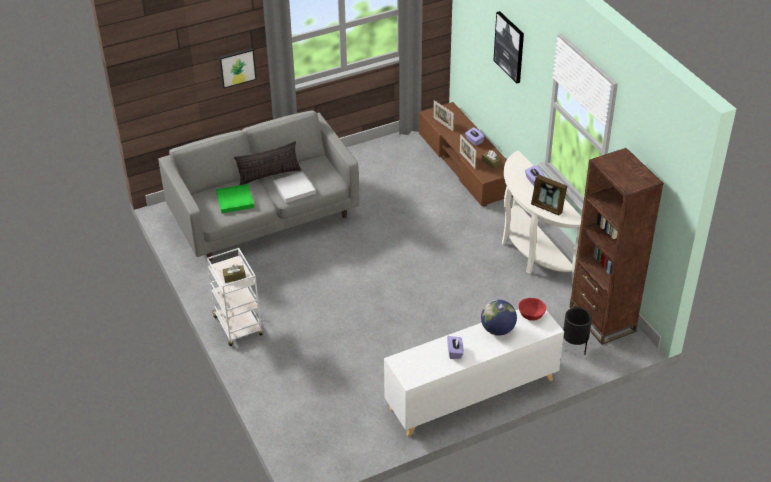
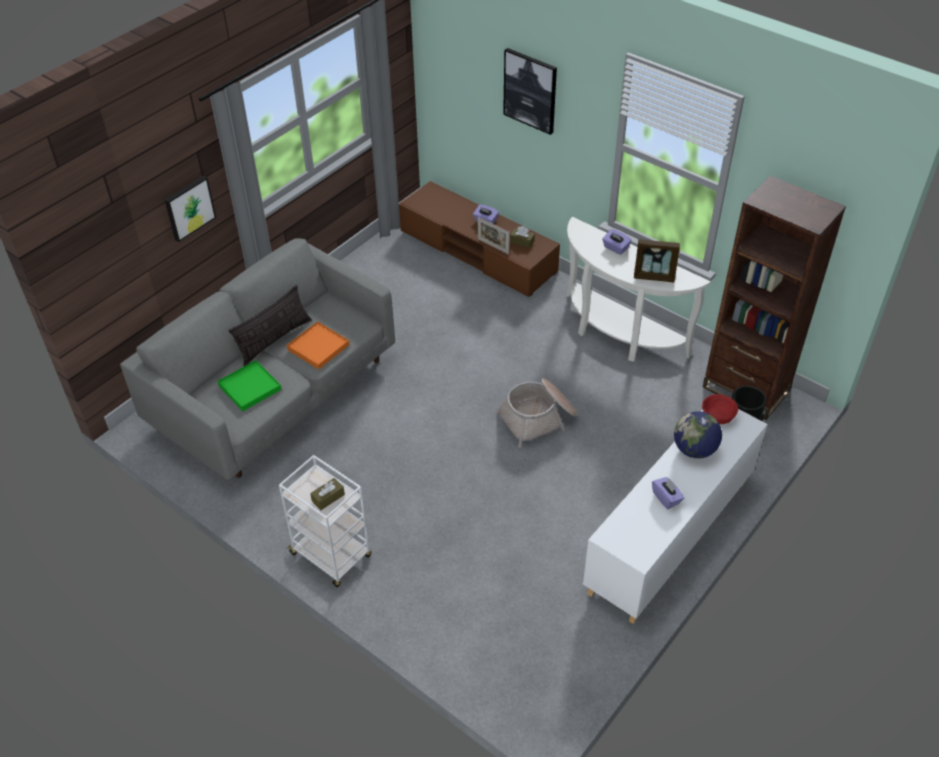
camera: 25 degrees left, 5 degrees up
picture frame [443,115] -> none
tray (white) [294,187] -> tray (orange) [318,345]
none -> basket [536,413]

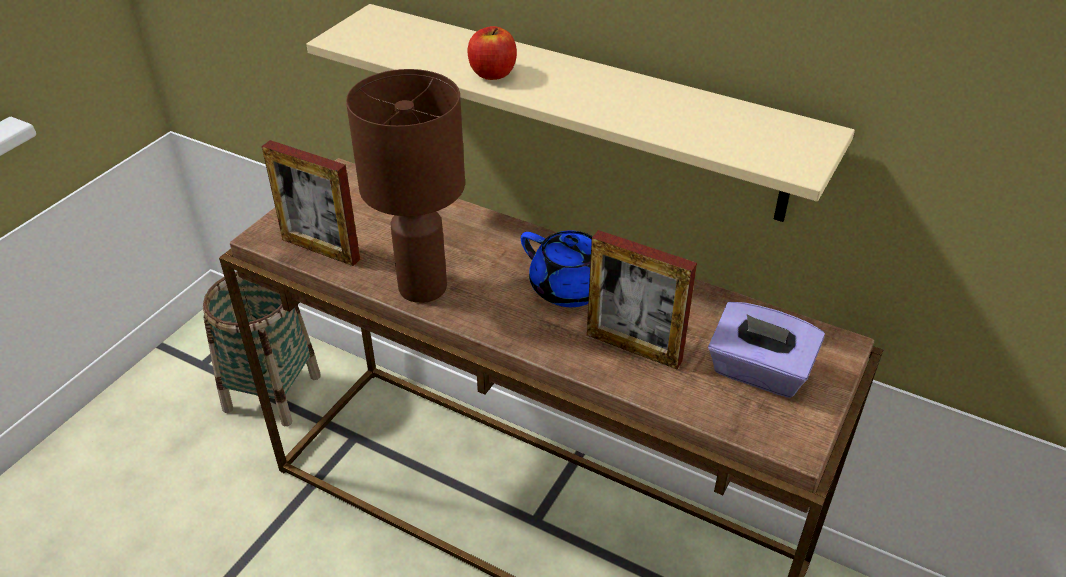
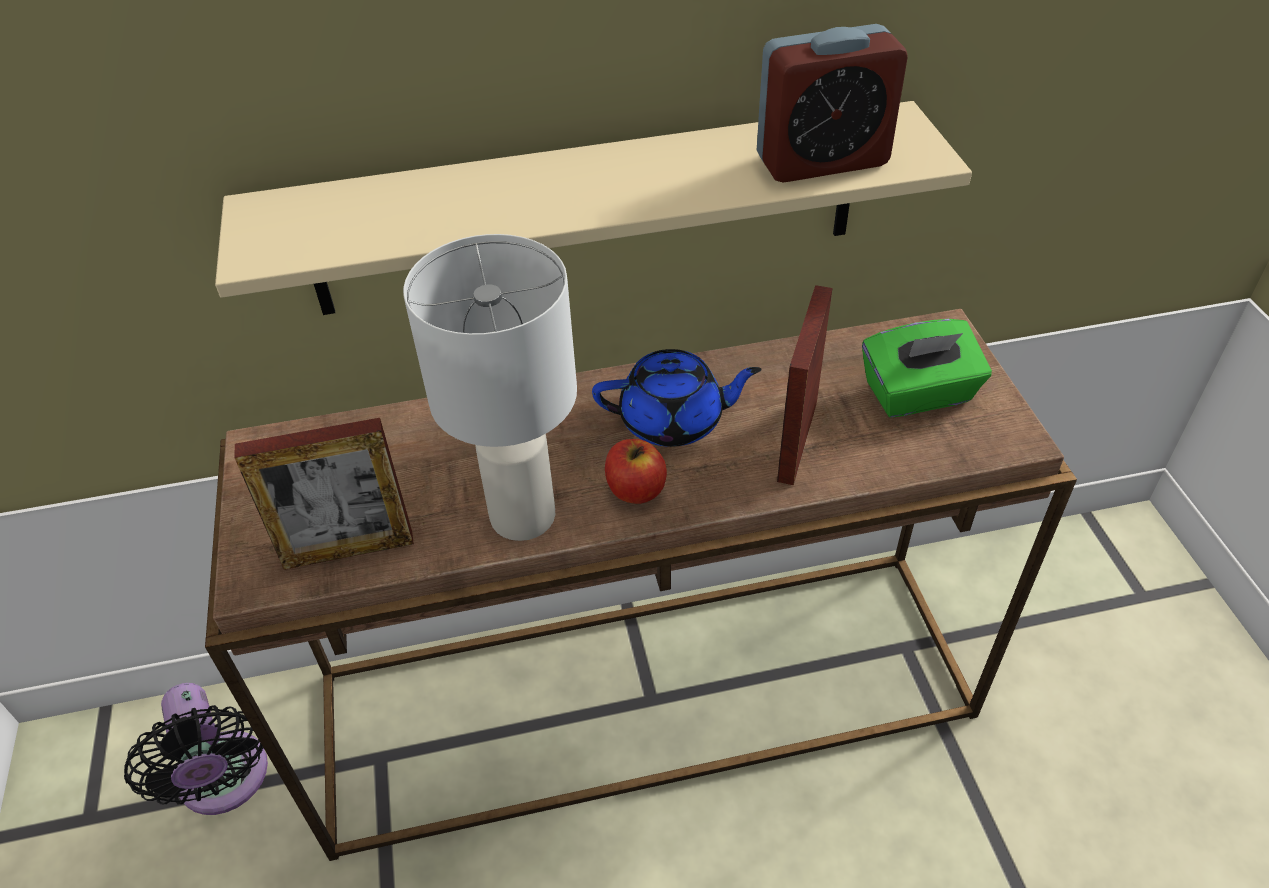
camera: 40 degrees left, 5 degrees up
apple [492,53] -> apple [636,471], moved
table lamp (brown) [405,186] -> table lamp (white) [490,387]
picture frame [642,299] -> picture frame [805,385], 120 degrees clockwise
basket [262,349] -> fan (black) [196,749]
tissue box (purple) [766,350] -> tissue box (green) [927,368]
none -> alarm clock [832,103]

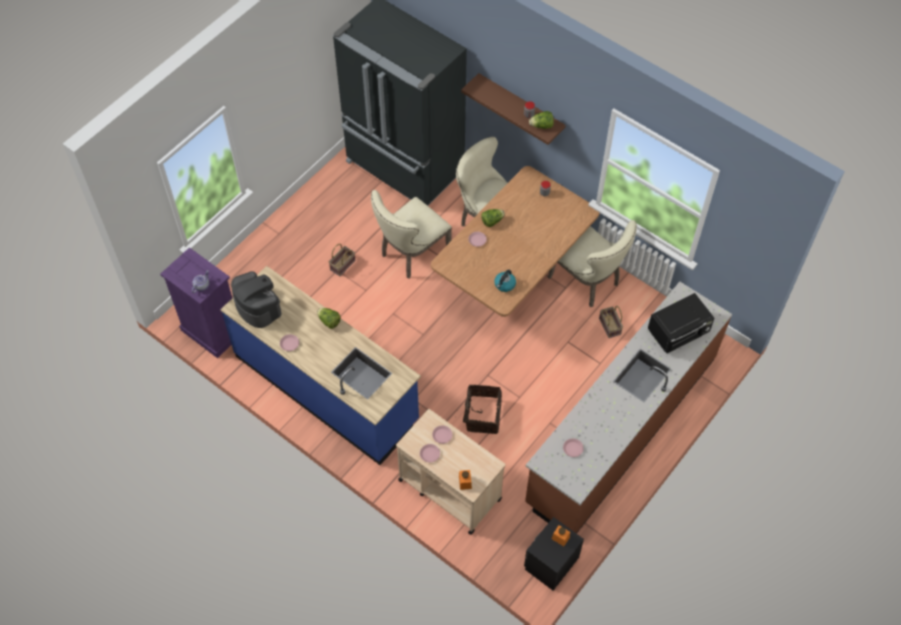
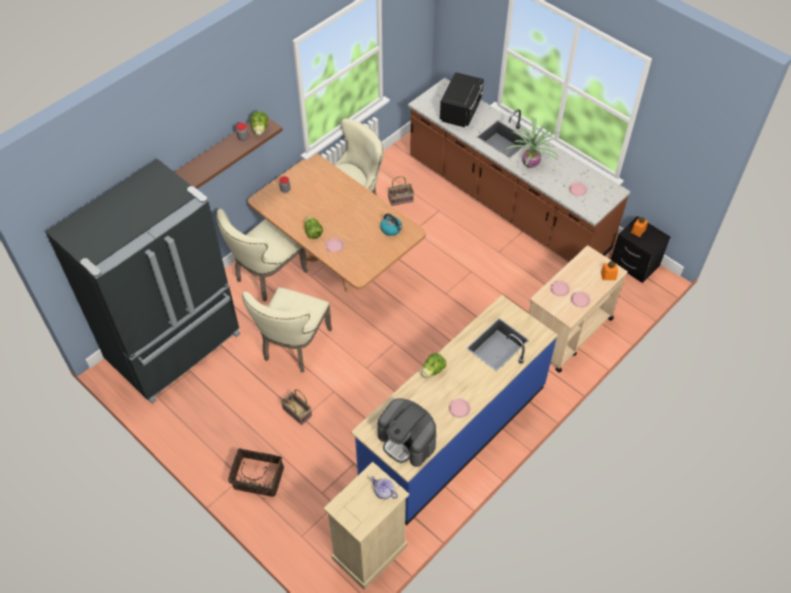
camera: 85 degrees left, 5 degrees down
chair (beige) [411,234] -> chair (beige) [287,330], 60 degrees clockwise
dresser (purple) [196,302] -> dresser (beige) [366,526]
coffee machine [256,299] -> coffee machine [407,432], 105 degrees counterclockwise
microwave (black) [681,323] -> microwave (black) [462,99], 45 degrees clockwise
basket [482,409] -> basket [256,472], moved
none -> potted plant [533,142]

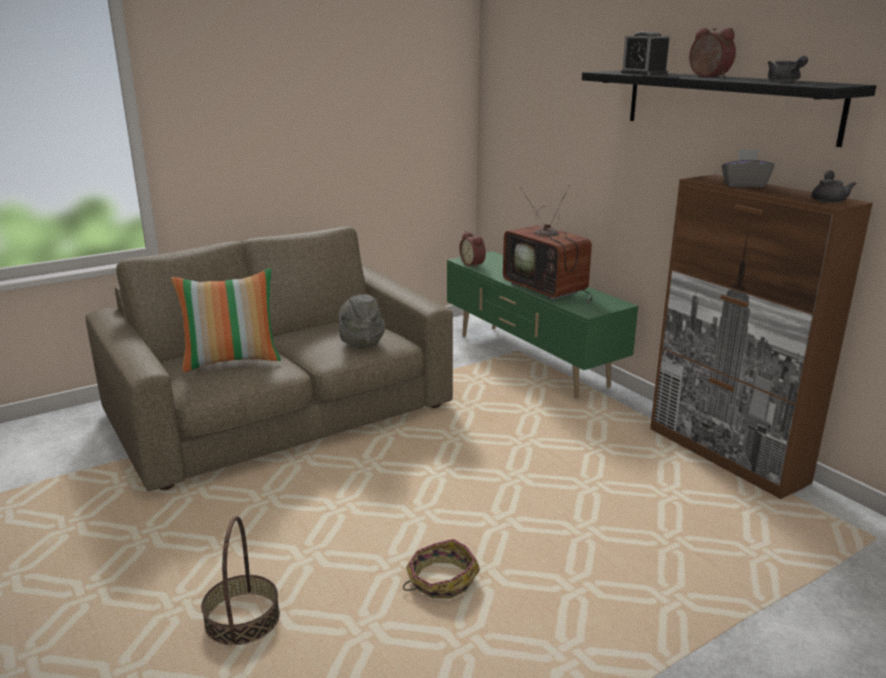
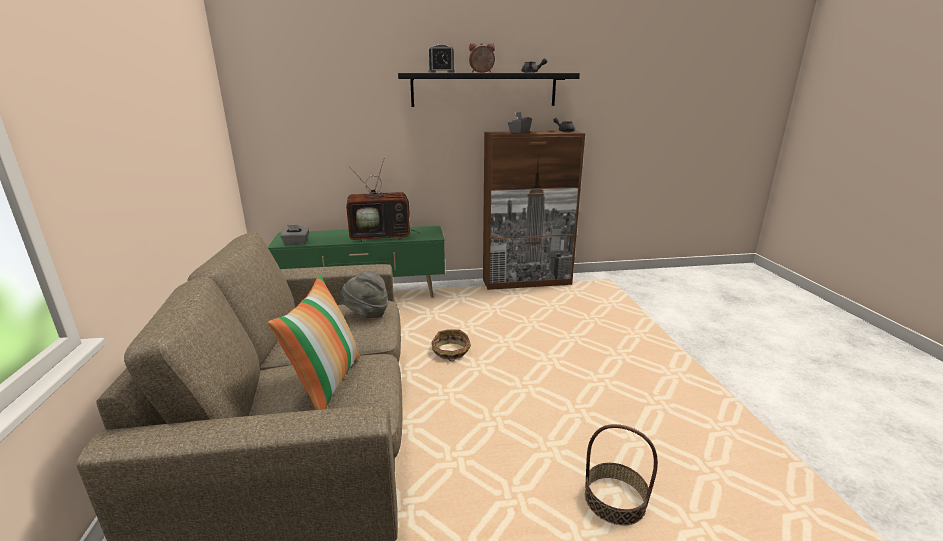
camera: 65 degrees left, 0 degrees up
alarm clock [472,249] -> tissue box (grey) [294,235]
basket [441,568] -> basket [451,345], moved

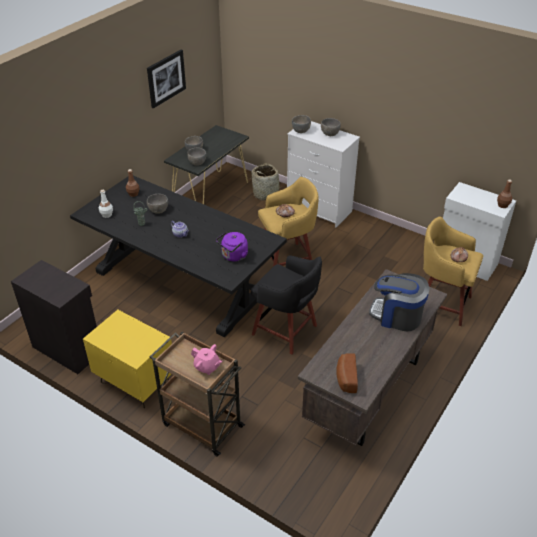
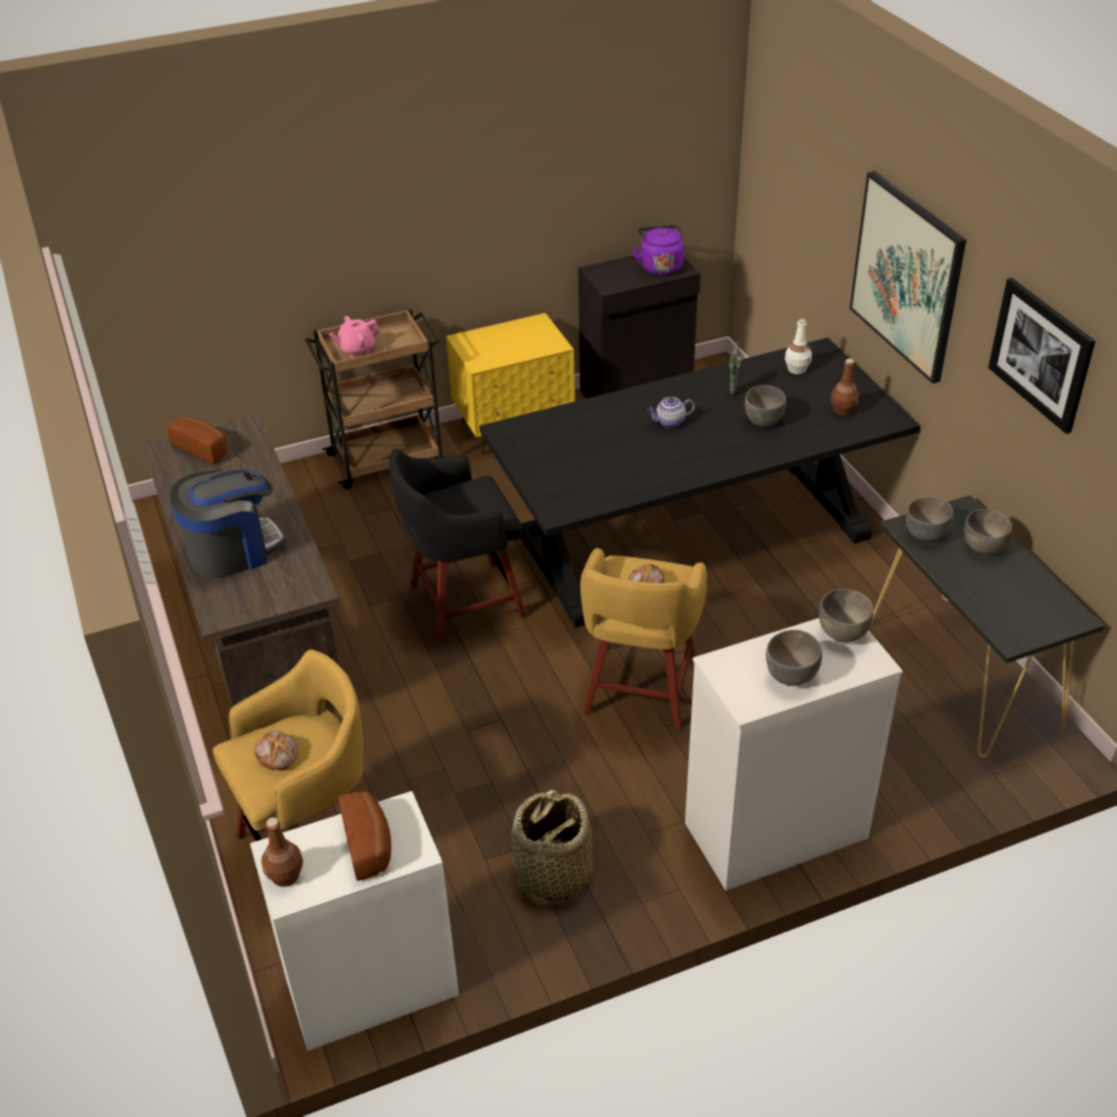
camera: 125 degrees right, 0 degrees up
basket [267,181] -> basket [552,847], moved
kettle (purple) [232,247] -> kettle (purple) [658,250], moved
none -> picture [908,277]
none -> bread [365,836]

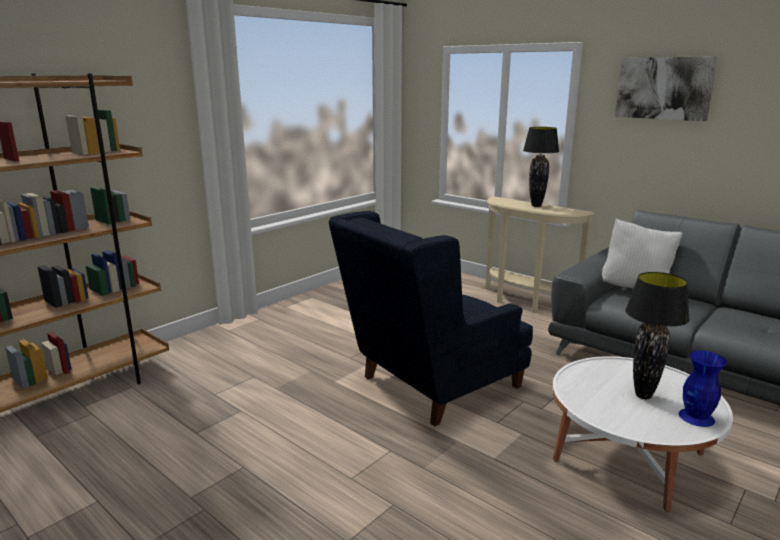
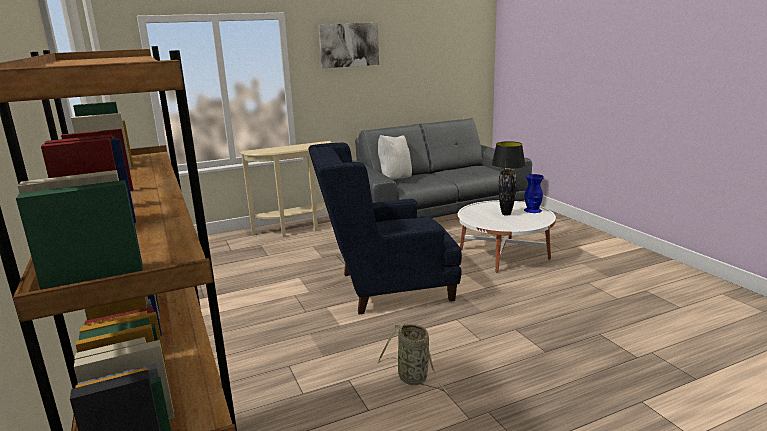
camera: 65 degrees left, 0 degrees up
table lamp (black) [541,167] -> none
armchair (blue) [431,318] -> armchair (blue) [385,228], 90 degrees clockwise
none -> basket [414,359]

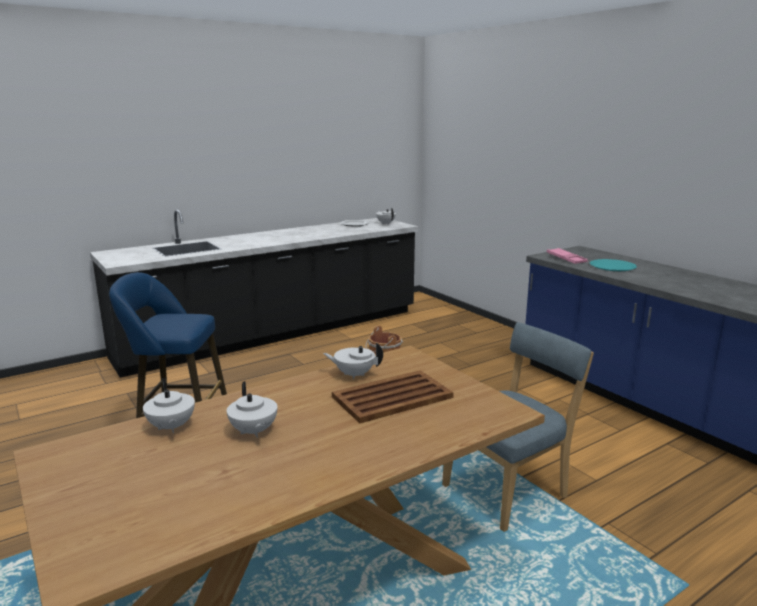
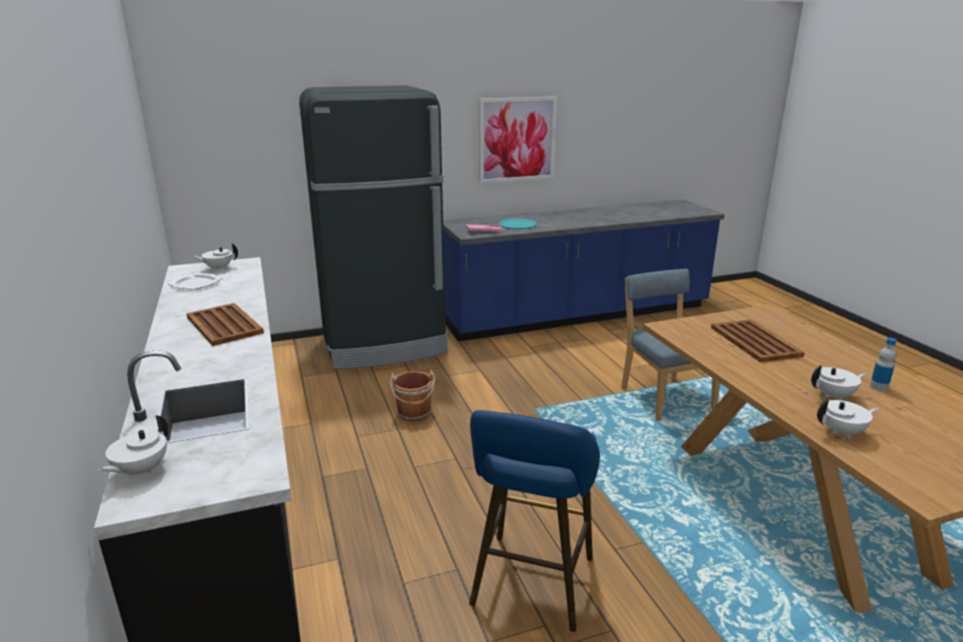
camera: 75 degrees left, 5 degrees up
teapot (white) [353,360] -> teapot (white) [133,447], moved
none -> fridge (black) [373,227]
none -> picture [518,140]
none -> tray (brown) [225,324]
none -> bottle [883,364]

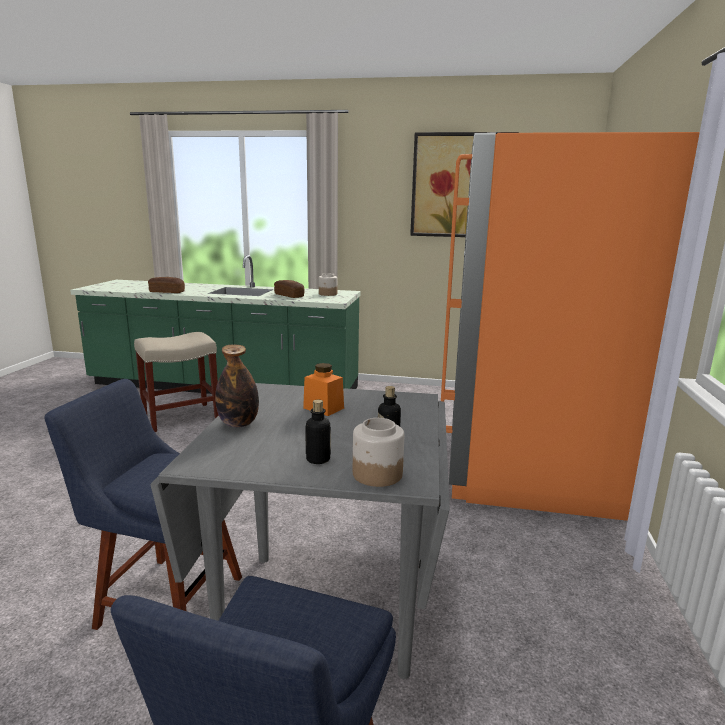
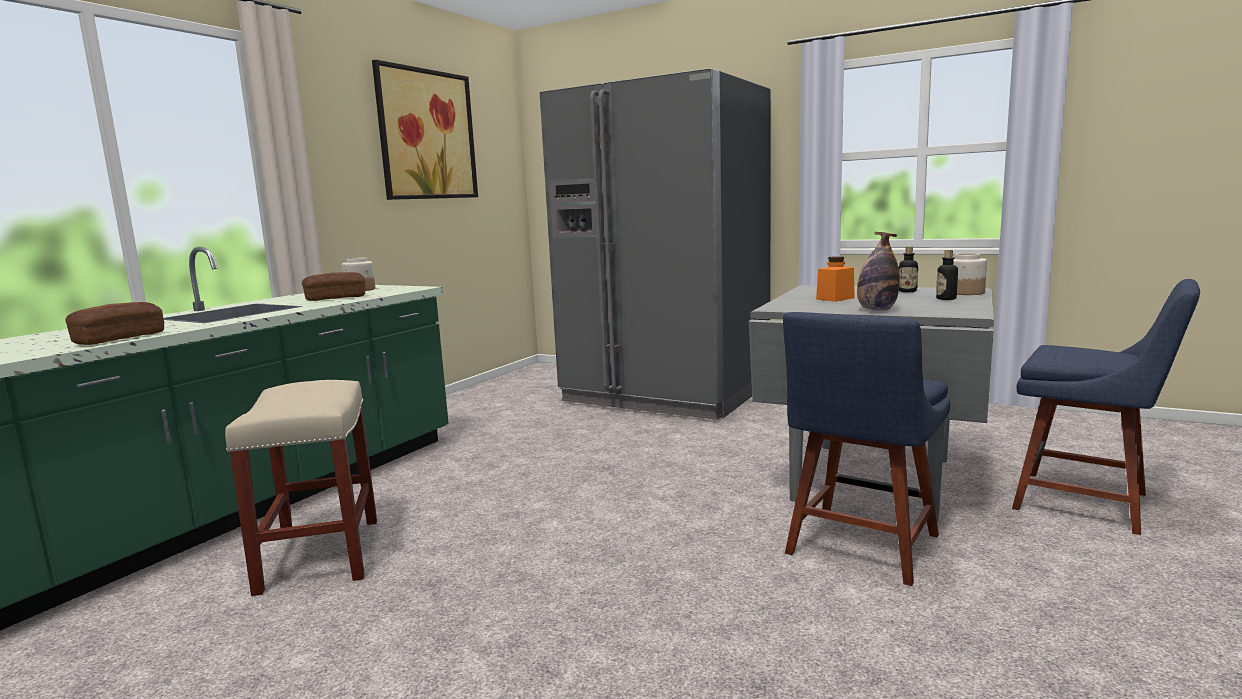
camera: 70 degrees left, 5 degrees down
fridge (orange) [570,326] -> fridge (grey) [655,244]

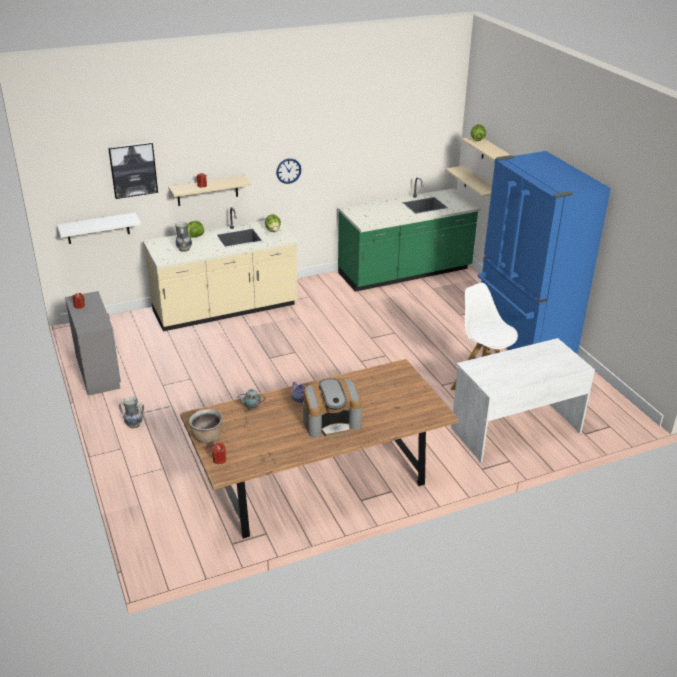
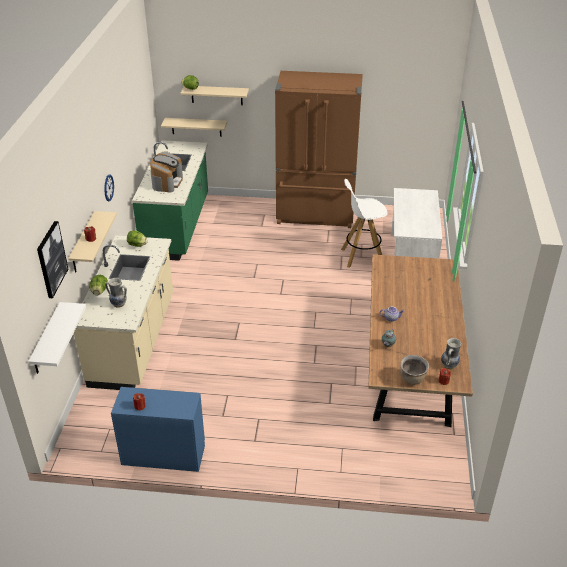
camera: 60 degrees left, 5 degrees up
fridge (blue) [544,252] -> fridge (brown) [319,149]
dresser (grey) [93,343] -> dresser (blue) [158,429]
coffee machine [332,408] -> coffee machine [166,172], moved
vase [131,412] -> vase [451,353], moved

